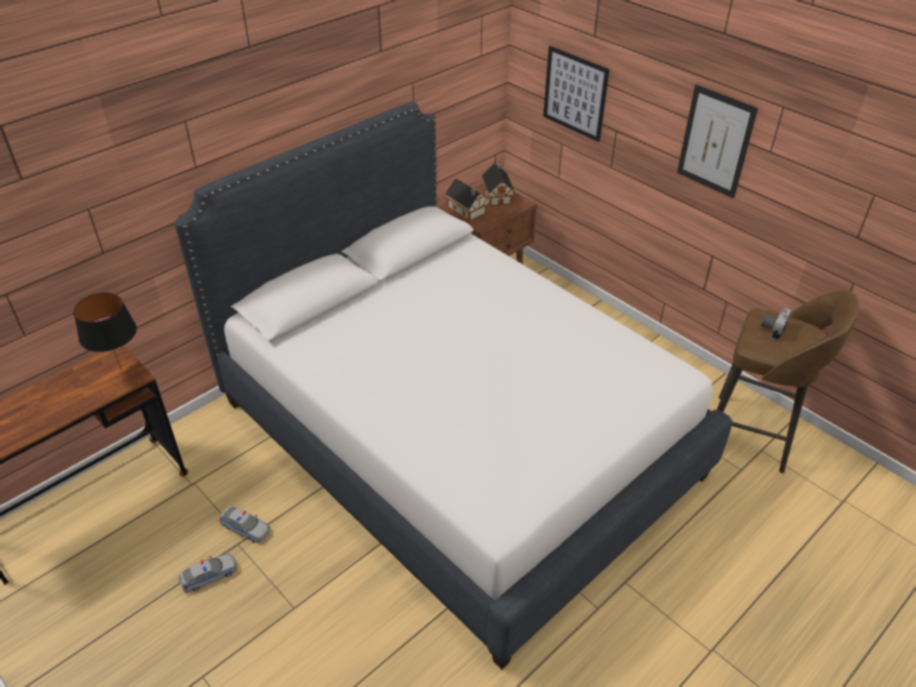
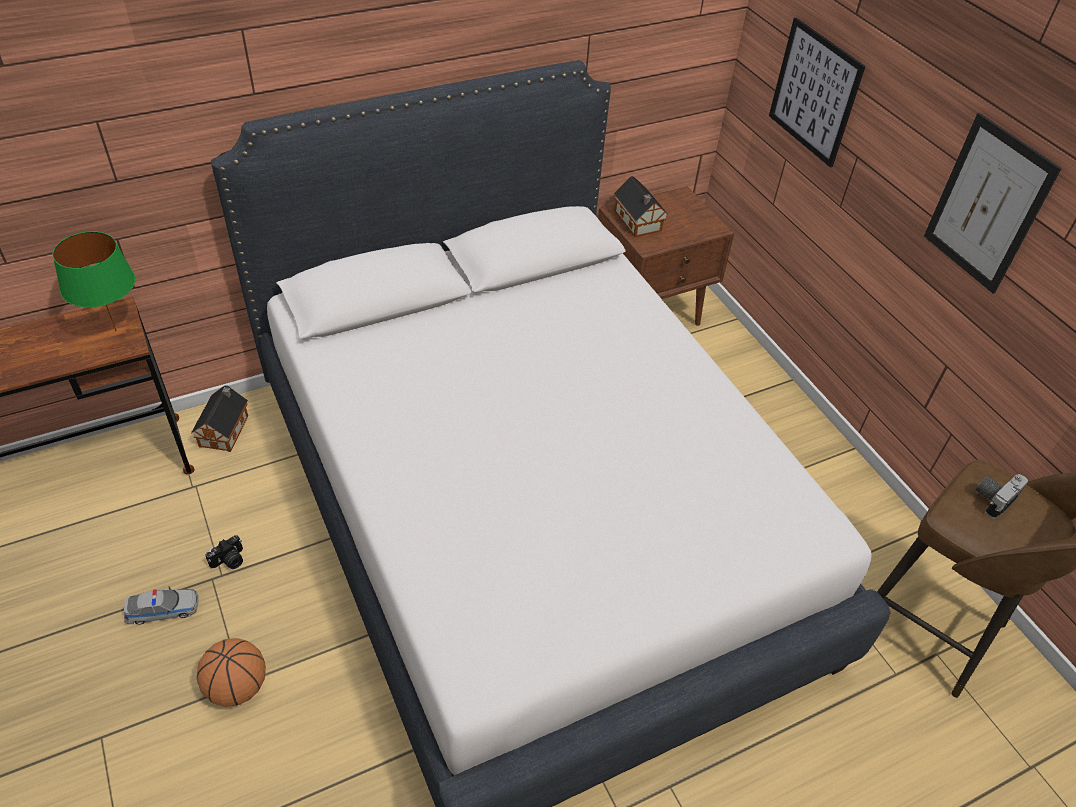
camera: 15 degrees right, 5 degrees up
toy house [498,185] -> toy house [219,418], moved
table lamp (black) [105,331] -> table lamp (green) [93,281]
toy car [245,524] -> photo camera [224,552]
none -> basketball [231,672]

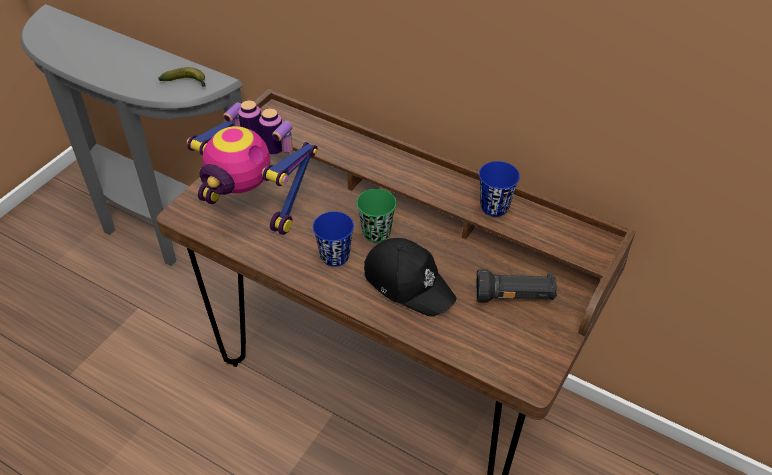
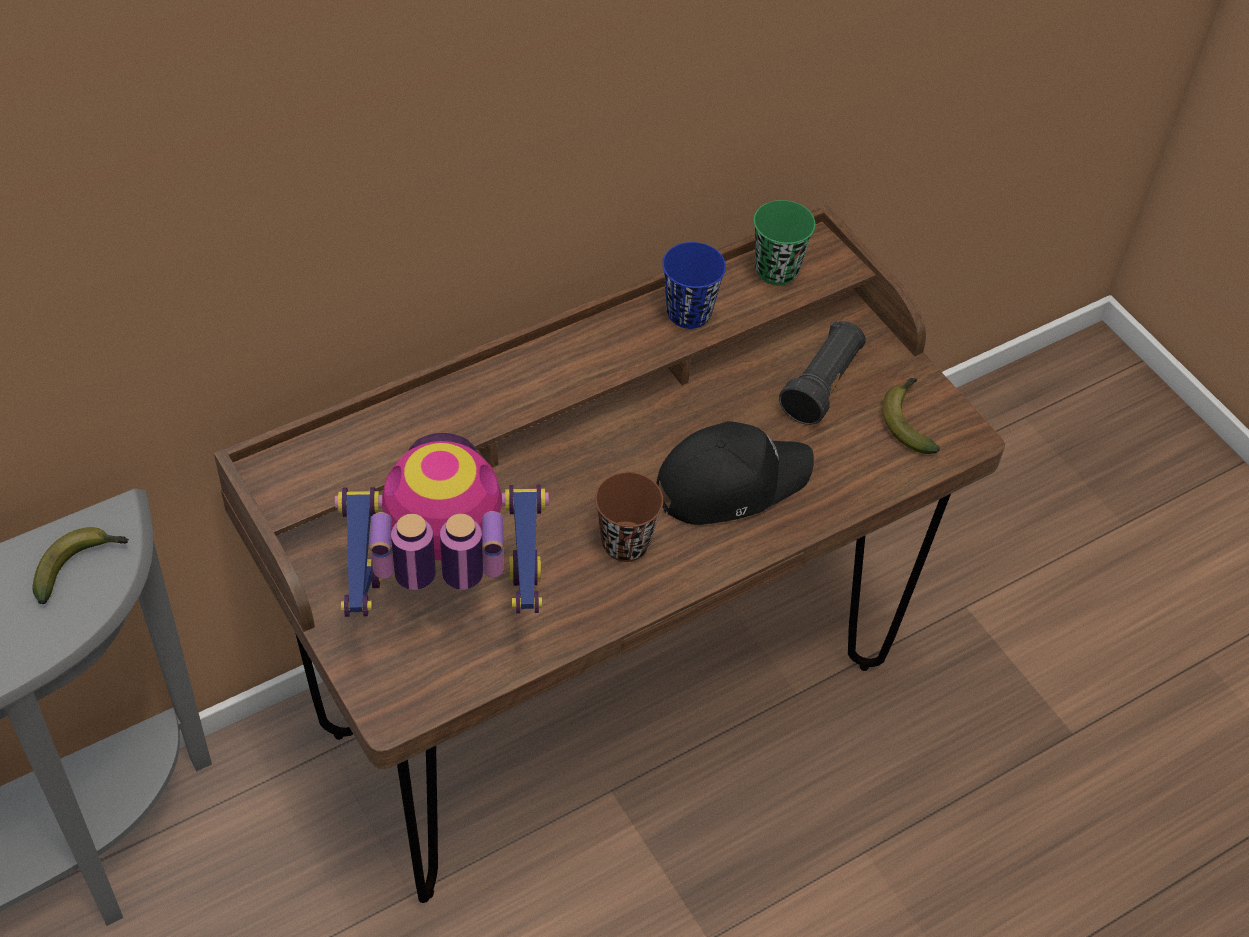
camera: 65 degrees left, 5 degrees up
toy robot [252,167] -> toy robot [442,525], 150 degrees counterclockwise
cup (green) [376,215] -> cup (green) [785,242], moved
cup (blue) [333,239] -> cup (brown) [629,517]
none -> banana [911,416]

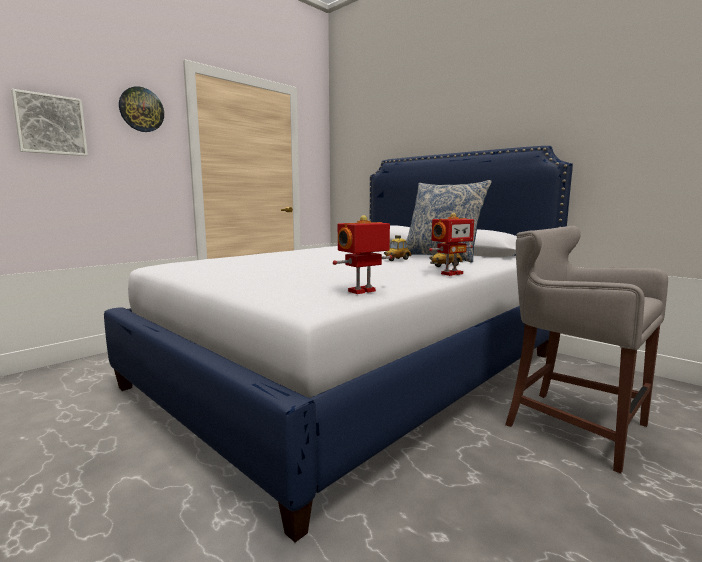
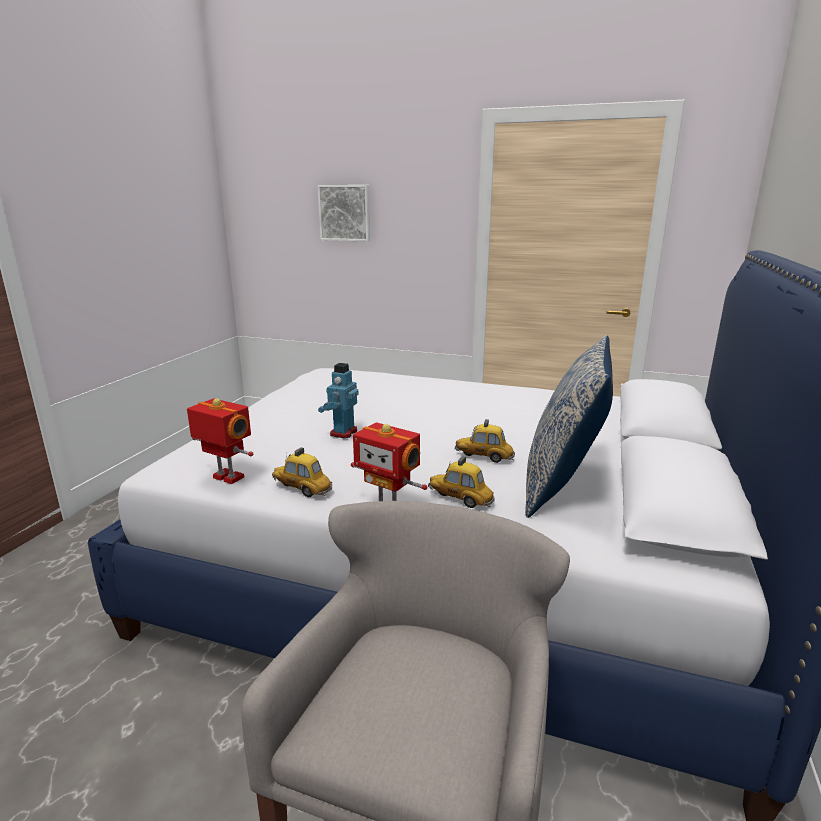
camera: 65 degrees right, 10 degrees up
wall clock [141,109] -> none
none -> toy robot [338,401]
none -> toy car [302,472]

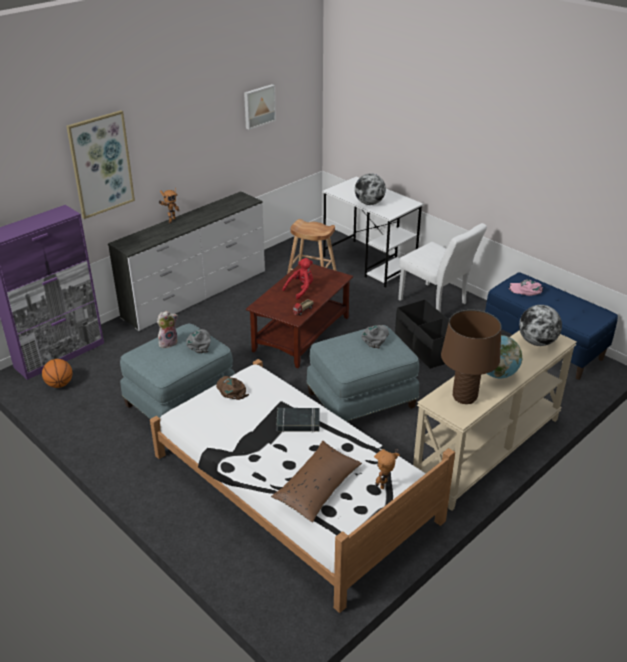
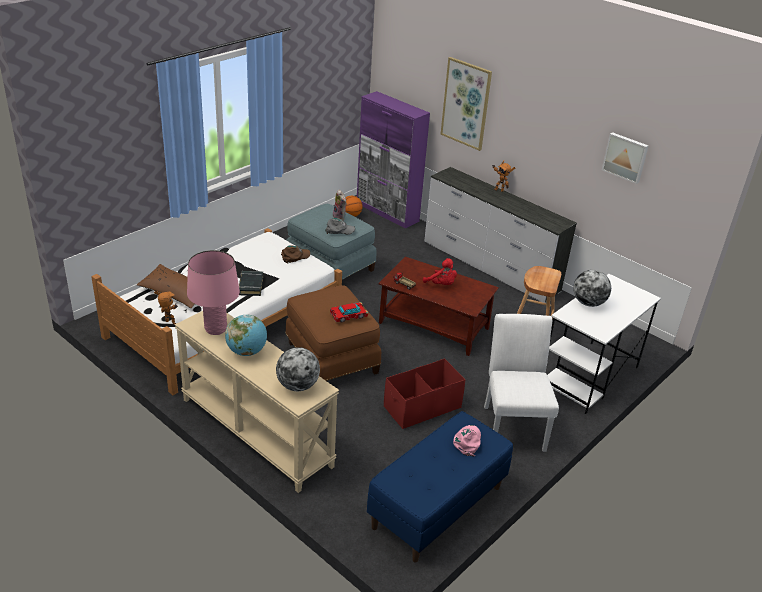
camera: 85 degrees right, 0 degrees up
chair (white) [442,267] -> chair (white) [521,383], 135 degrees clockwise
storage box (black) [422,334] -> storage box (red) [424,393]
table lamp (brown) [471,357] -> table lamp (pink) [213,292]
ottoman (blue) [363,373] -> ottoman (brown) [333,333]
cap (grey) [375,337] -> toy car [349,312]

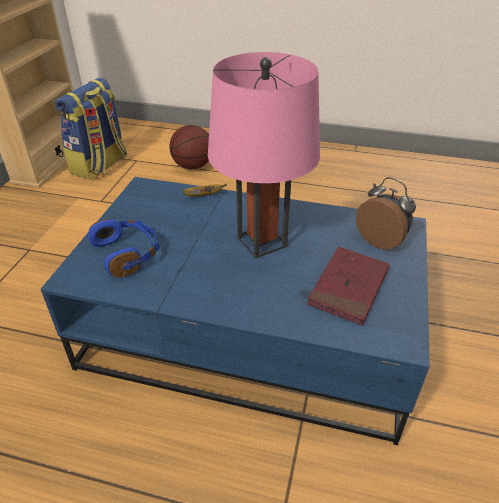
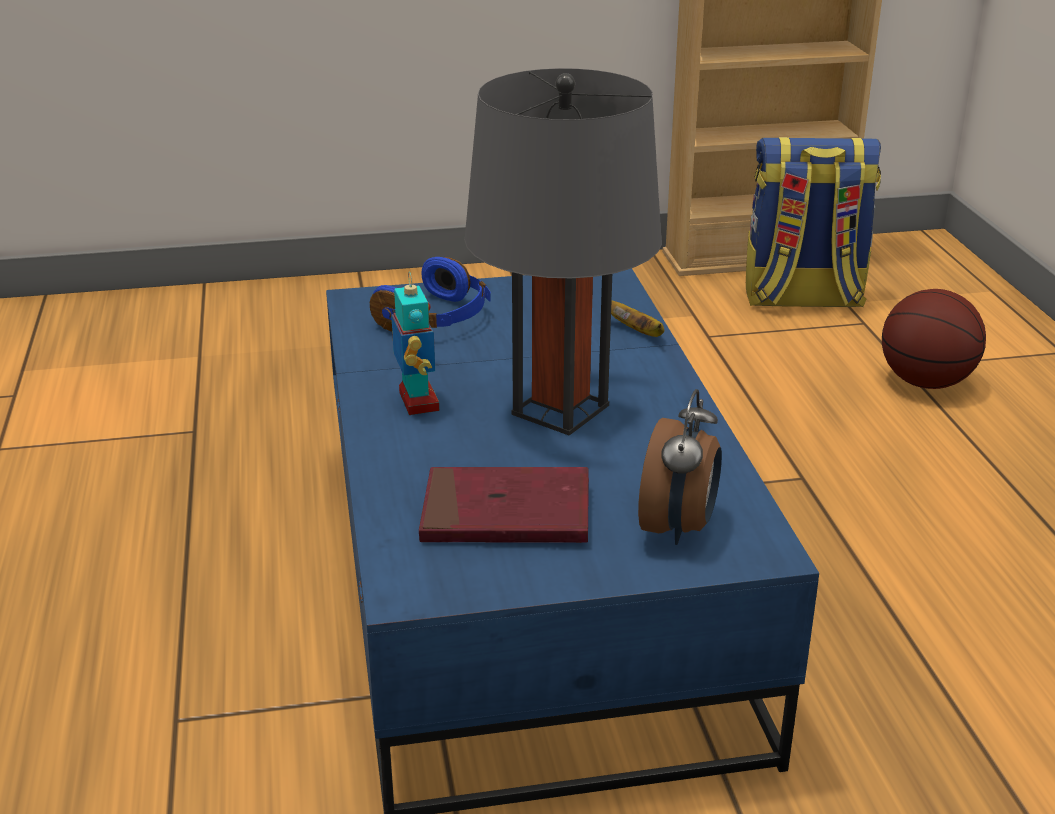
camera: 65 degrees right, 10 degrees down
table lamp (pink) [264,155] -> table lamp (grey) [563,252]
none -> toy robot [415,343]

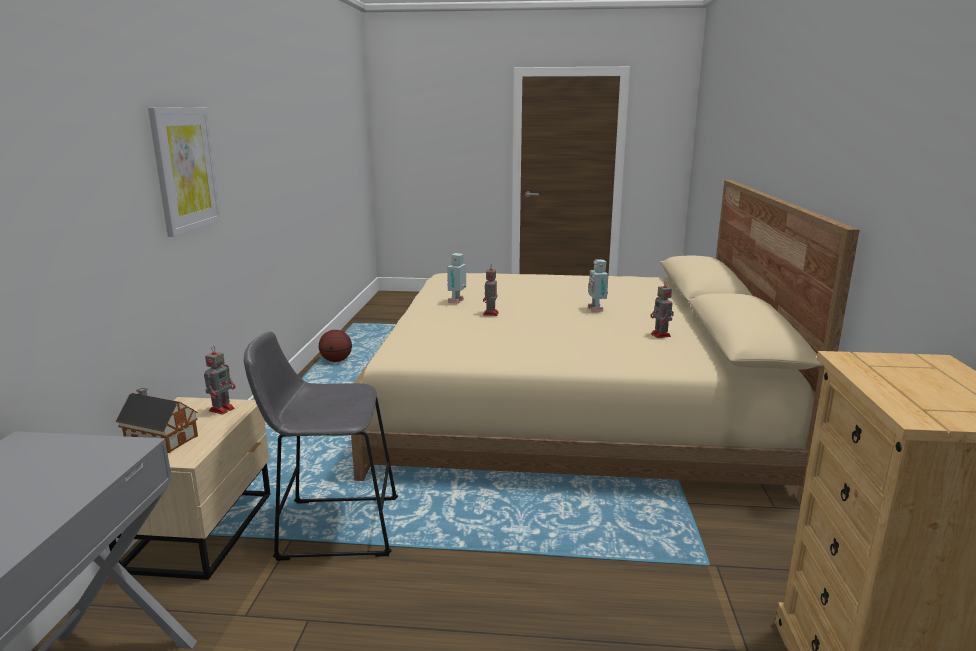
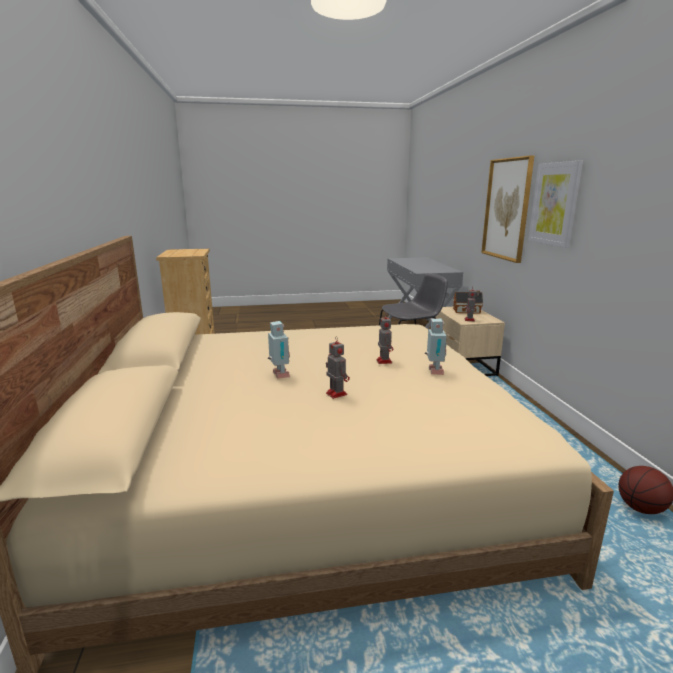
camera: 165 degrees right, 0 degrees up
toy robot [662,309] -> toy robot [338,367], moved
none -> picture [507,209]

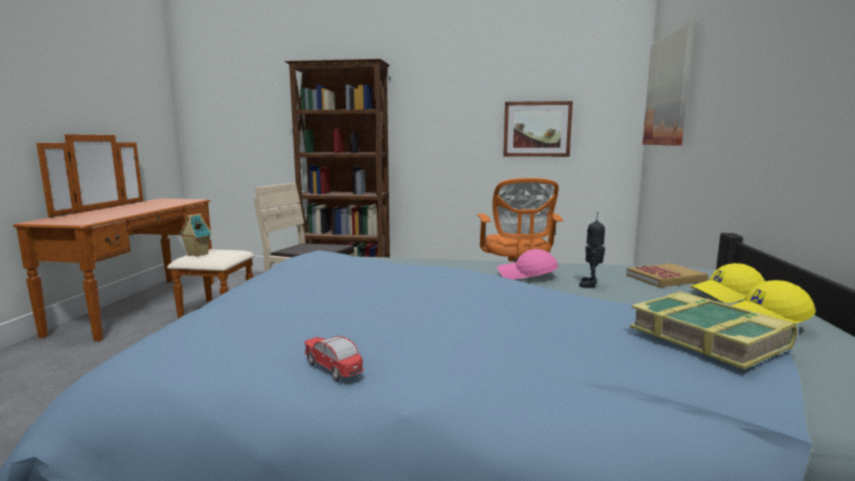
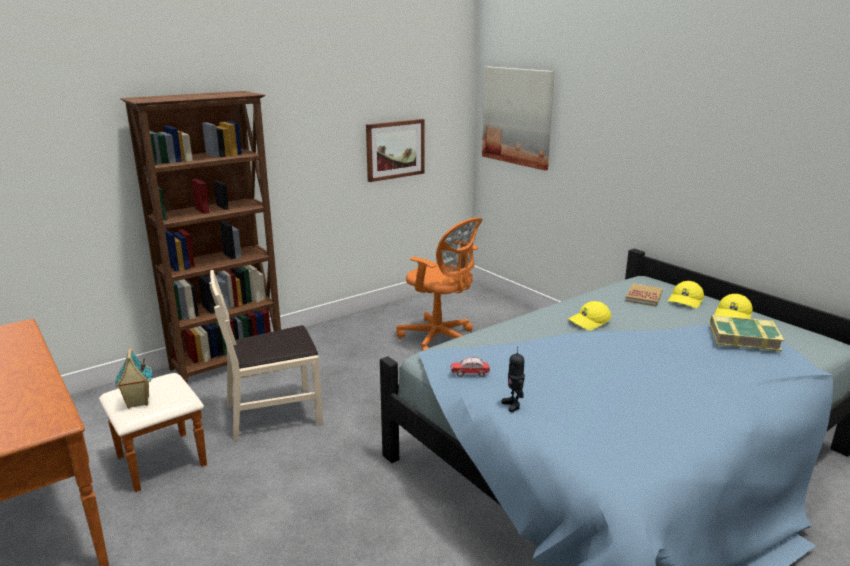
camera: 45 degrees left, 10 degrees up
toy robot [592,250] -> toy robot [513,379], moved
cap (pink) [527,264] -> cap (yellow) [589,315]
toy car [333,358] -> toy car [470,367], moved

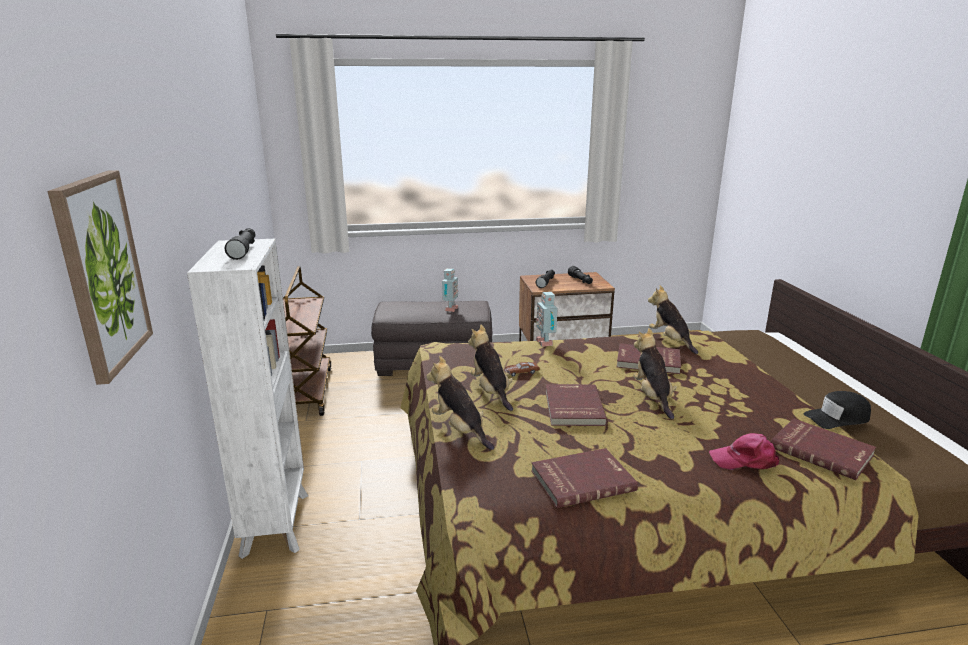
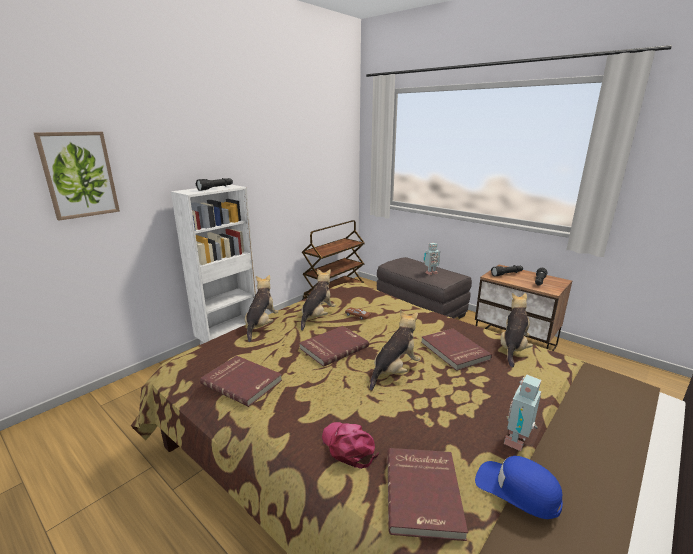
camera: 50 degrees right, 0 degrees up
toy robot [547,319] -> toy robot [522,413], moved
cap (black) [837,410] -> cap (blue) [519,487]

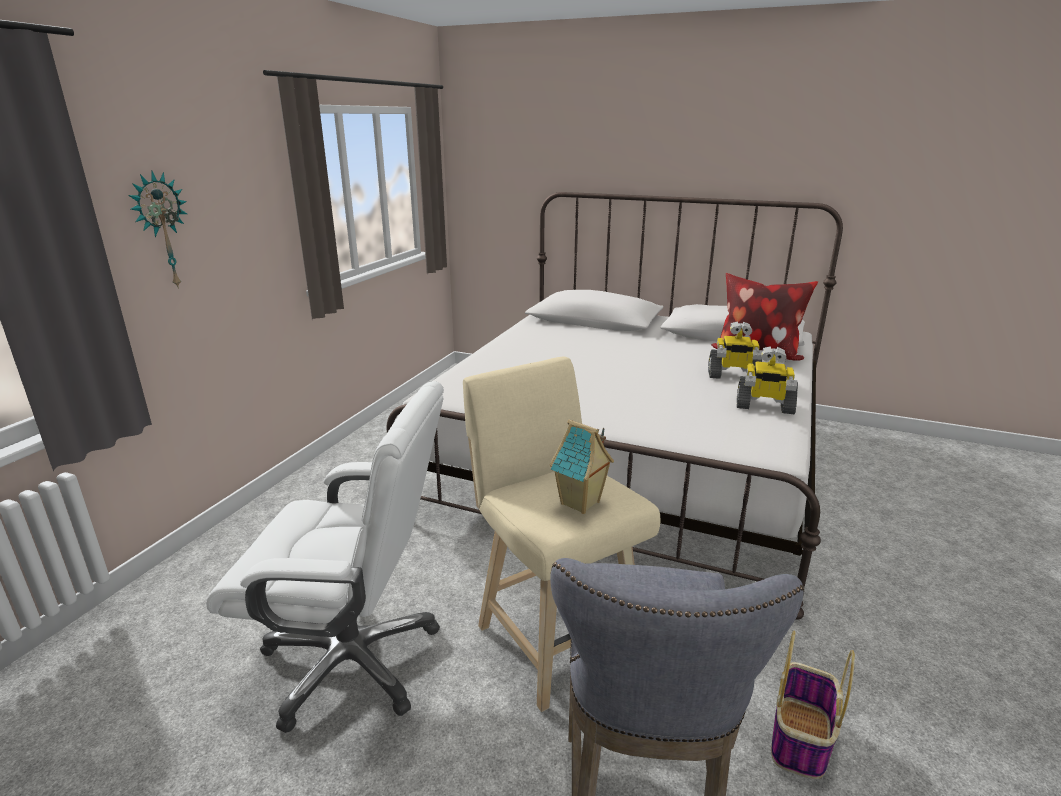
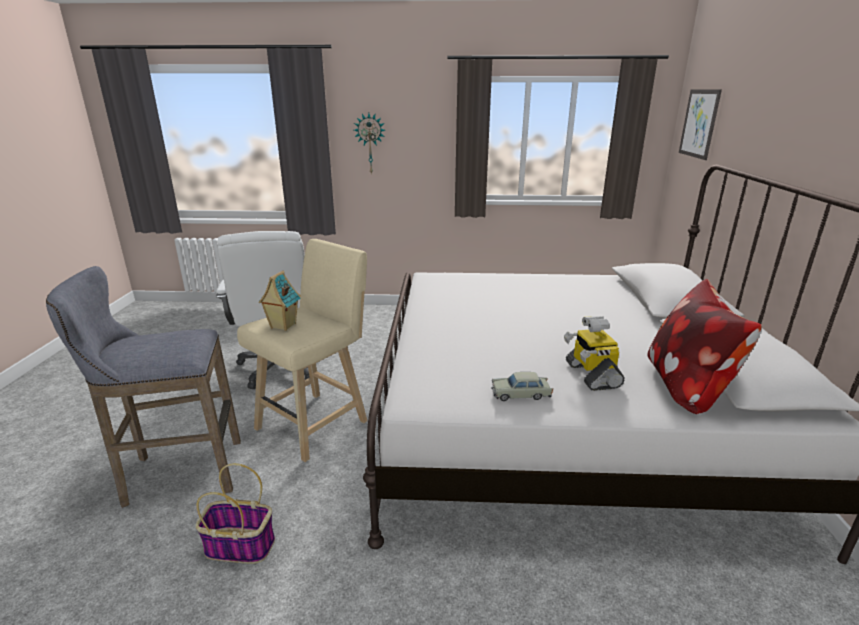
camera: 70 degrees right, 0 degrees up
toy robot [767,380] -> toy car (beige) [522,386]
none -> picture [700,124]

